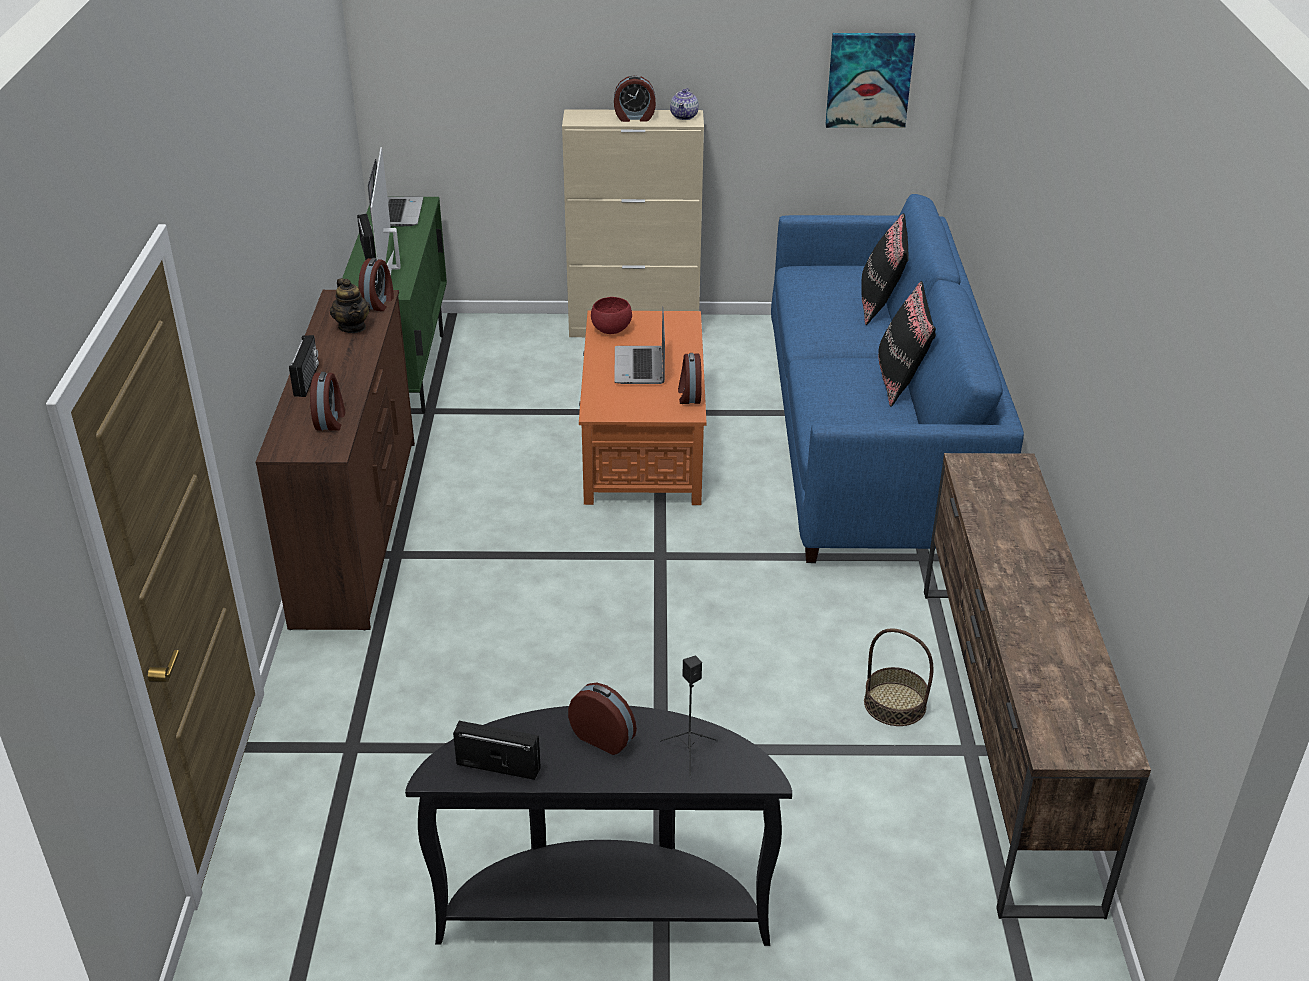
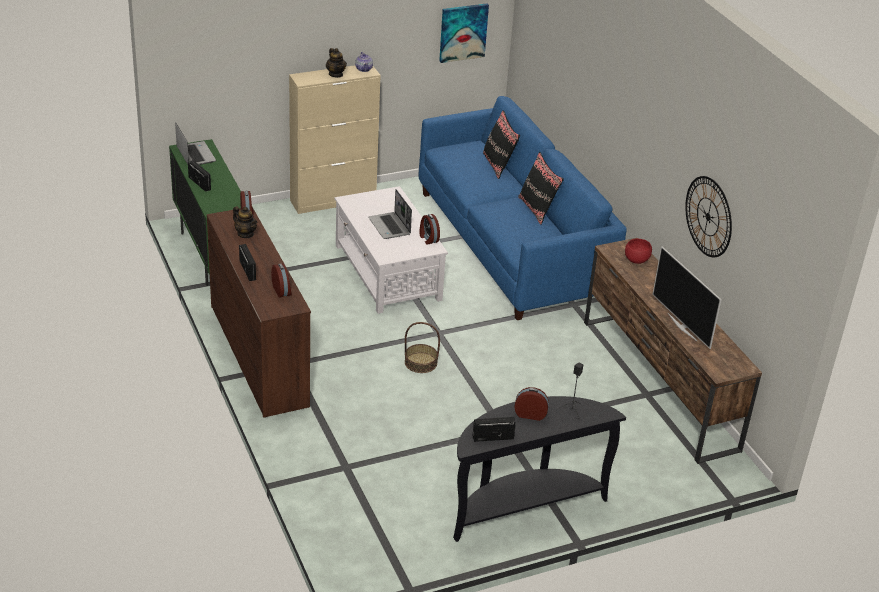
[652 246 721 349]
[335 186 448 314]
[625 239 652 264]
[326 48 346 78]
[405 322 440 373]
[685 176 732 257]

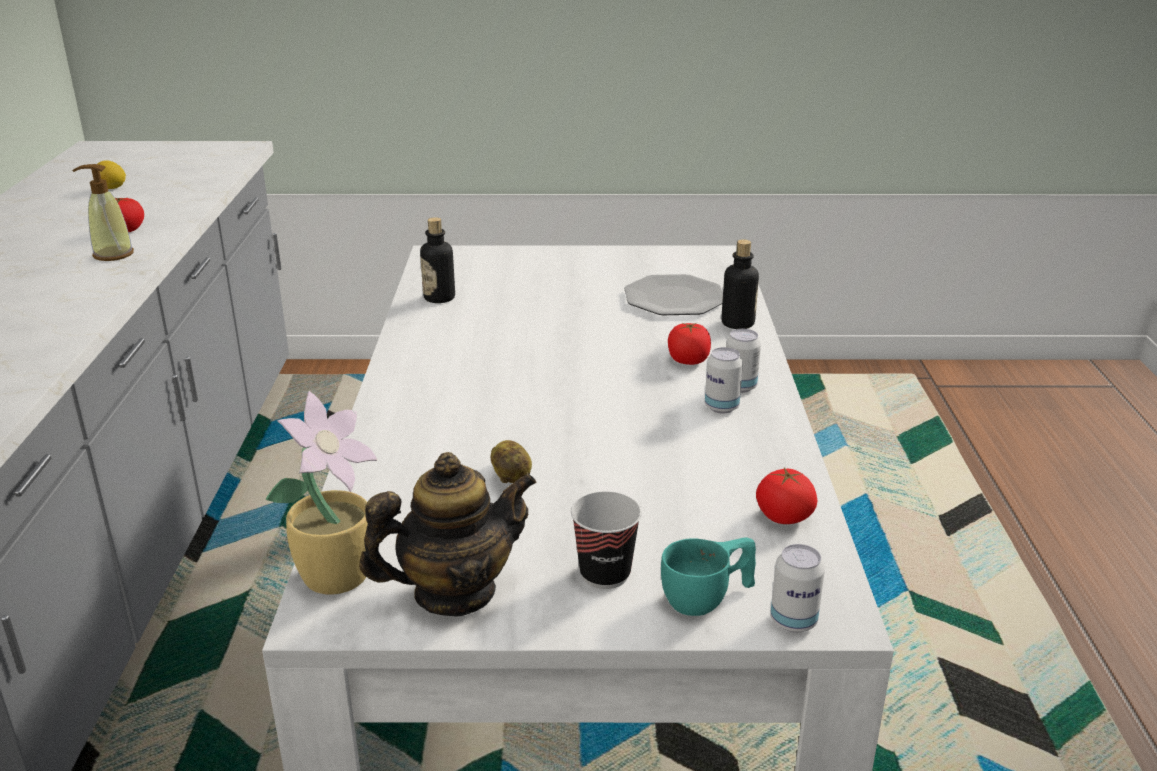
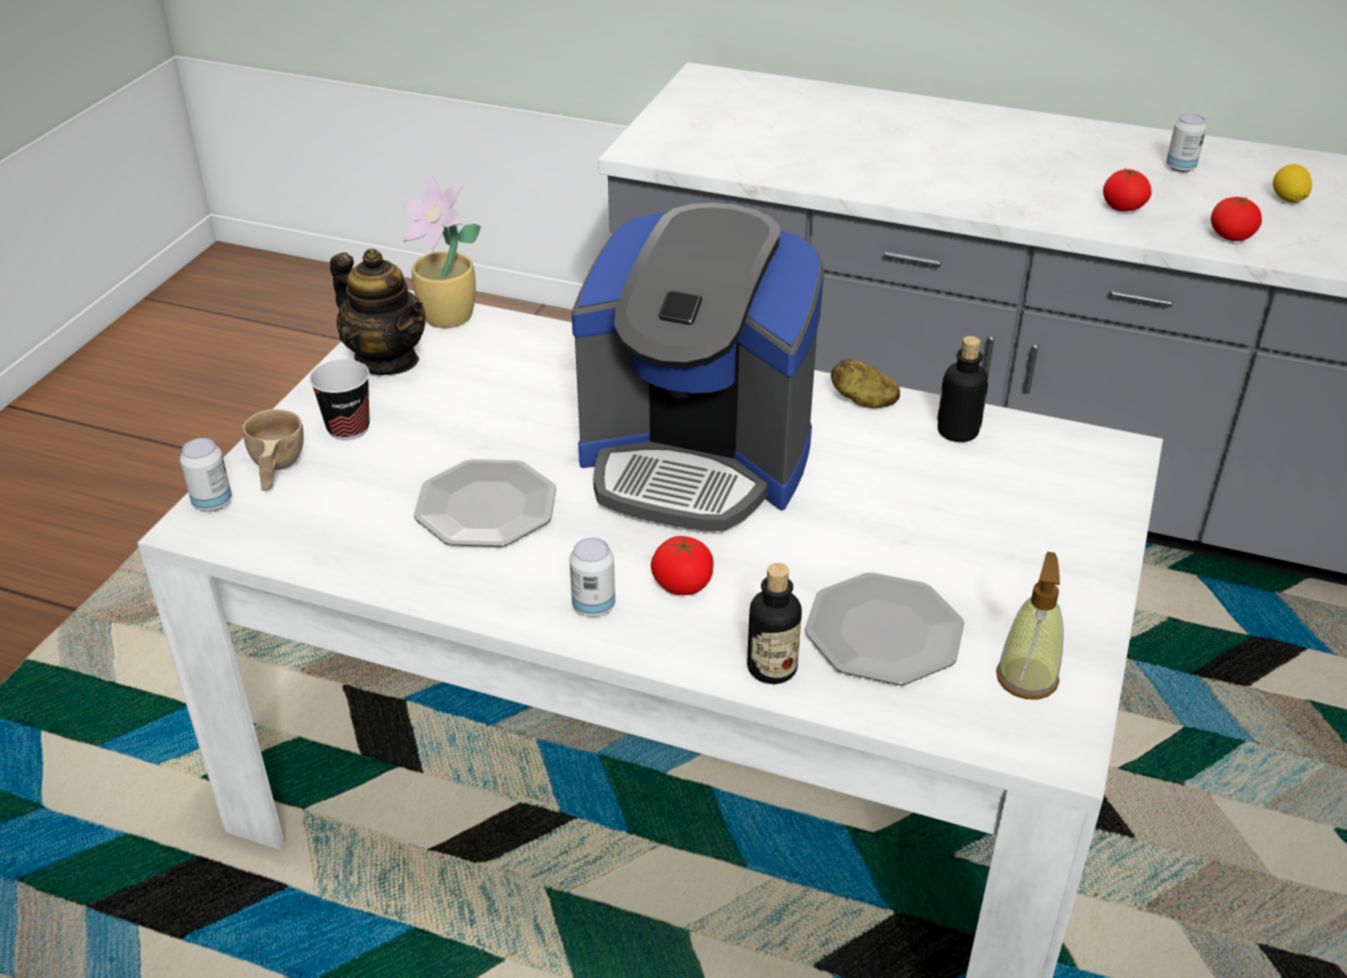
[996 552 1063 700]
[330 249 426 375]
[831 359 900 408]
[243 409 304 491]
[1166 114 1206 172]
[1211 197 1262 241]
[414 459 556 547]
[572 203 824 532]

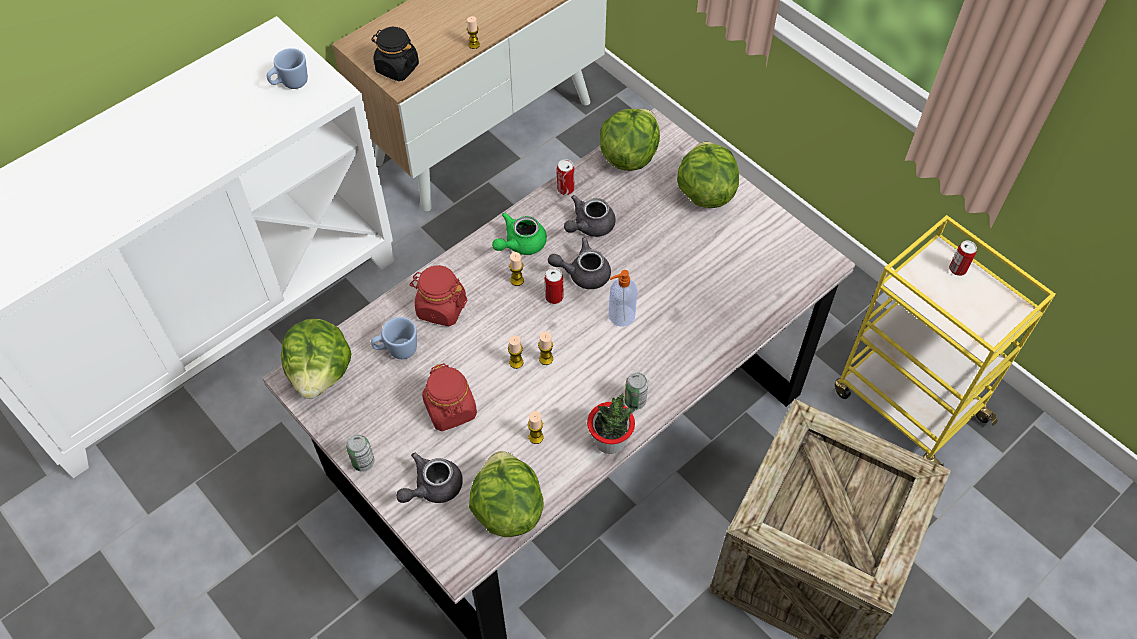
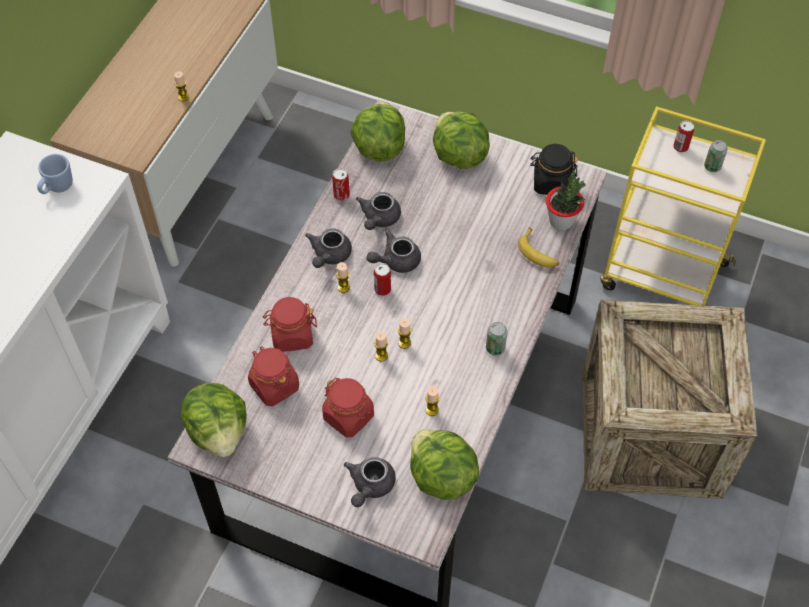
[704 140 728 172]
[530 144 578 195]
[248 346 299 406]
[305 228 352 268]
[546 171 586 230]
[609 270 637 327] (first image)
[518 227 559 268]

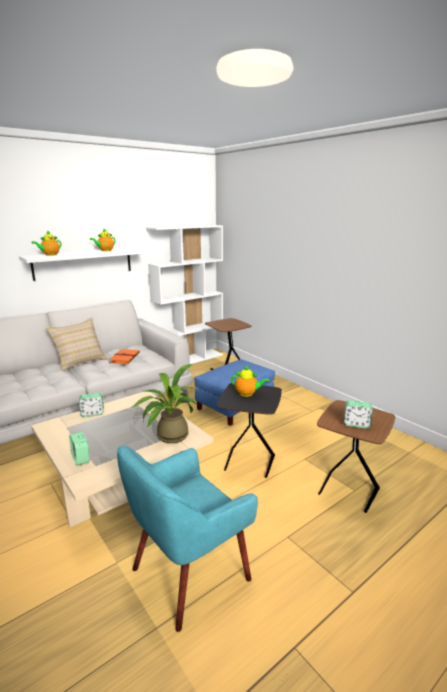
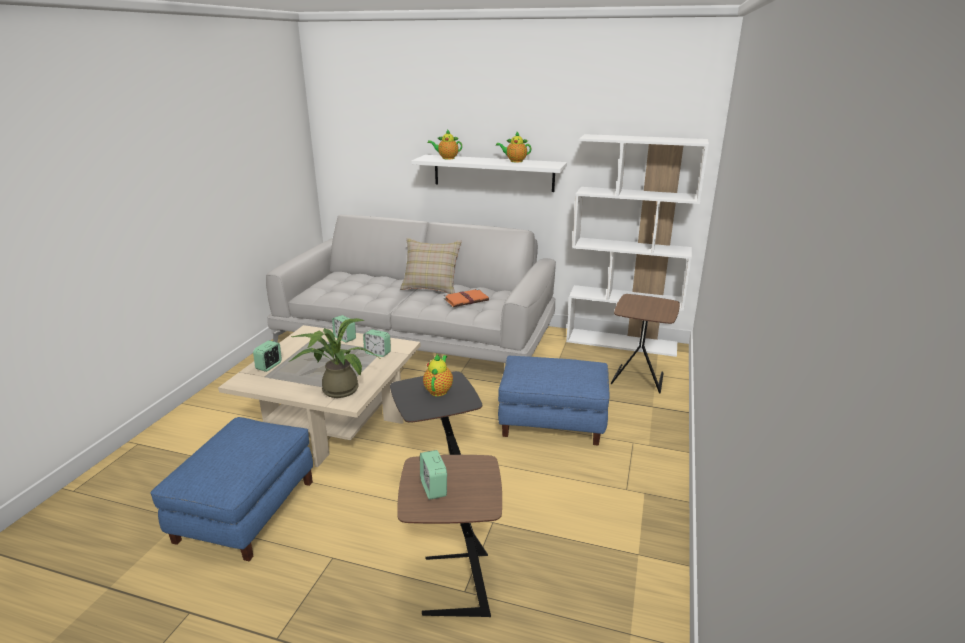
[150 417 313 561]
[423 353 453 396]
[363 329 391 357]

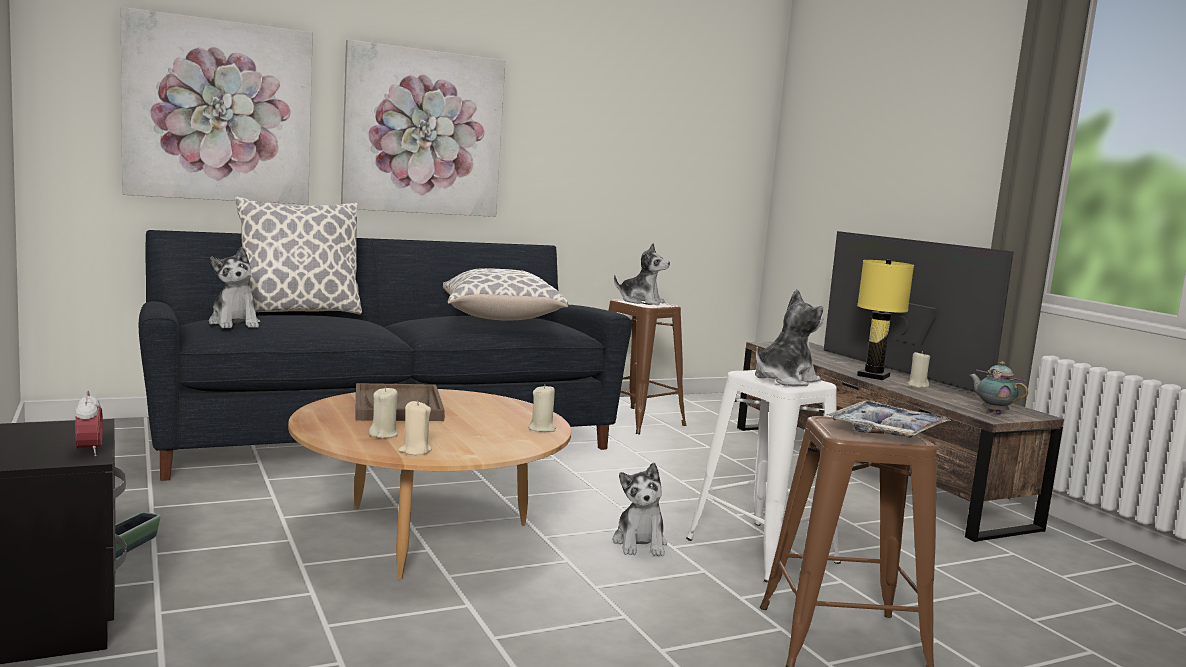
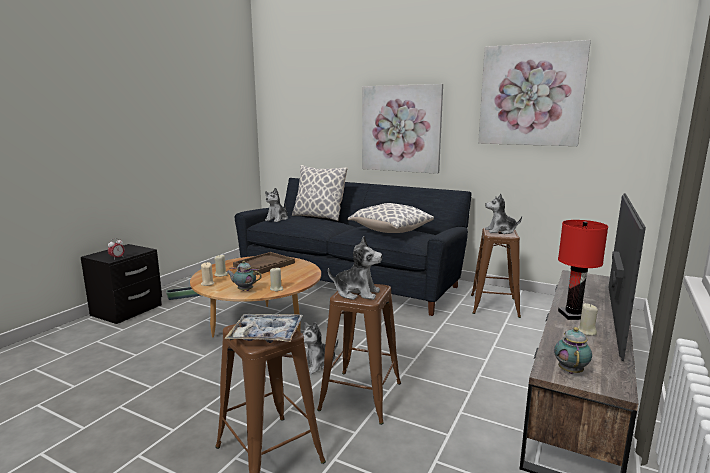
[478 40 591 146]
[485 194 522 234]
[317 284 401 425]
[558 220 608 320]
[227 261 262 291]

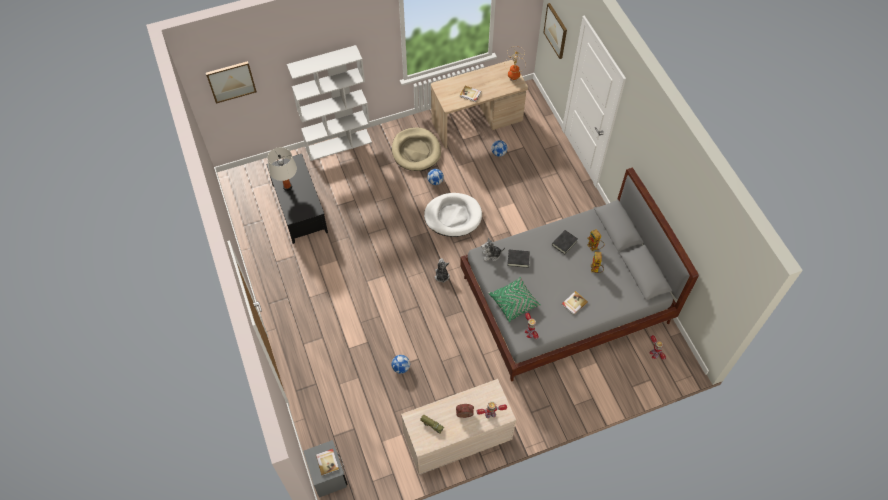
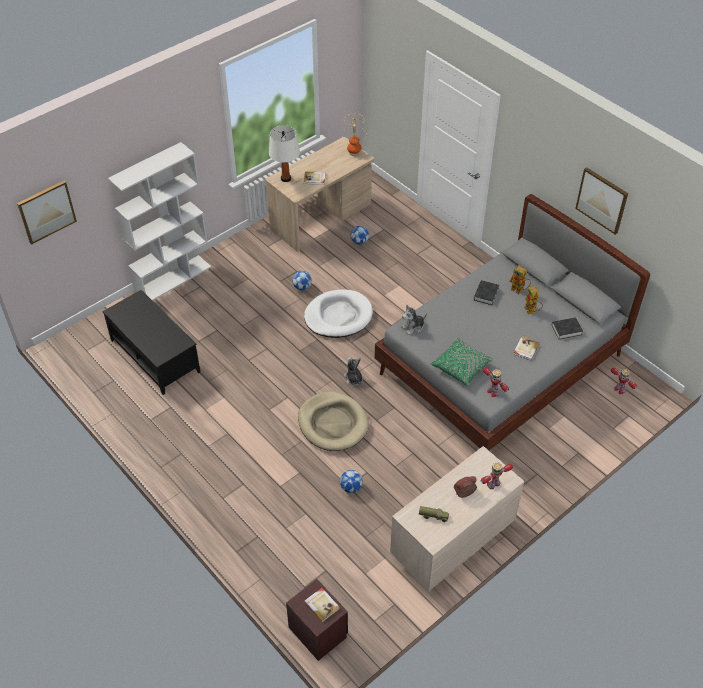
[269 125 300 182]
[286 579 348 661]
[298 392 369 451]
[552 317 583 340]
[575 167 628 235]

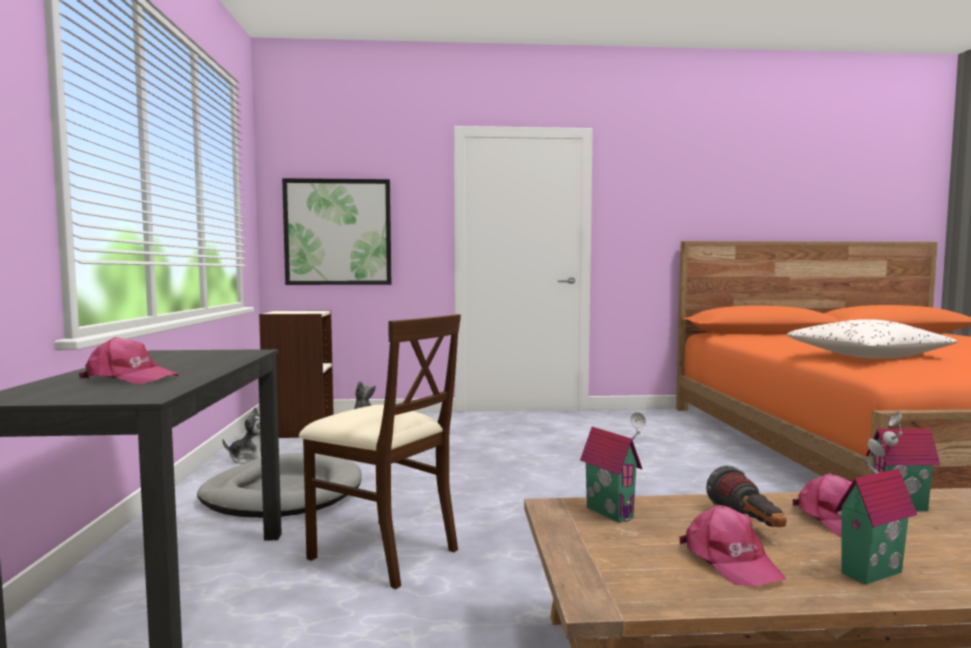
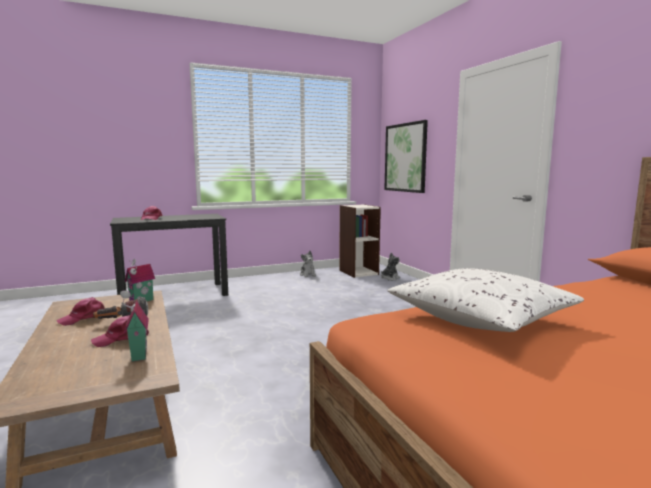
[197 453 362 518] (first image)
[299 314 461 589] (first image)
[833 438 917 585] (first image)

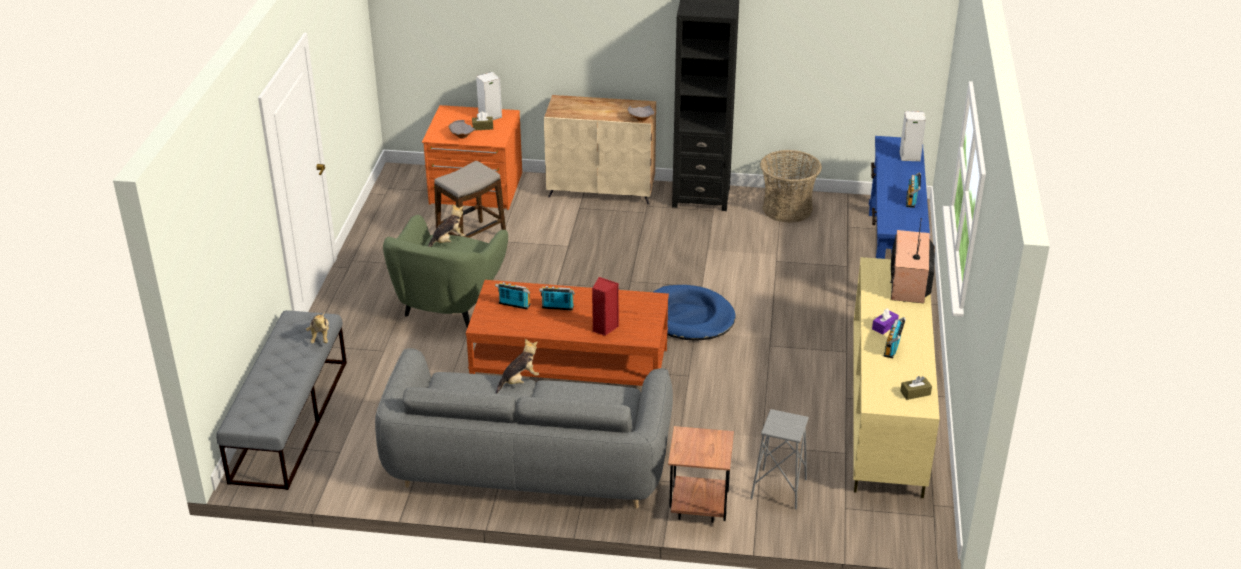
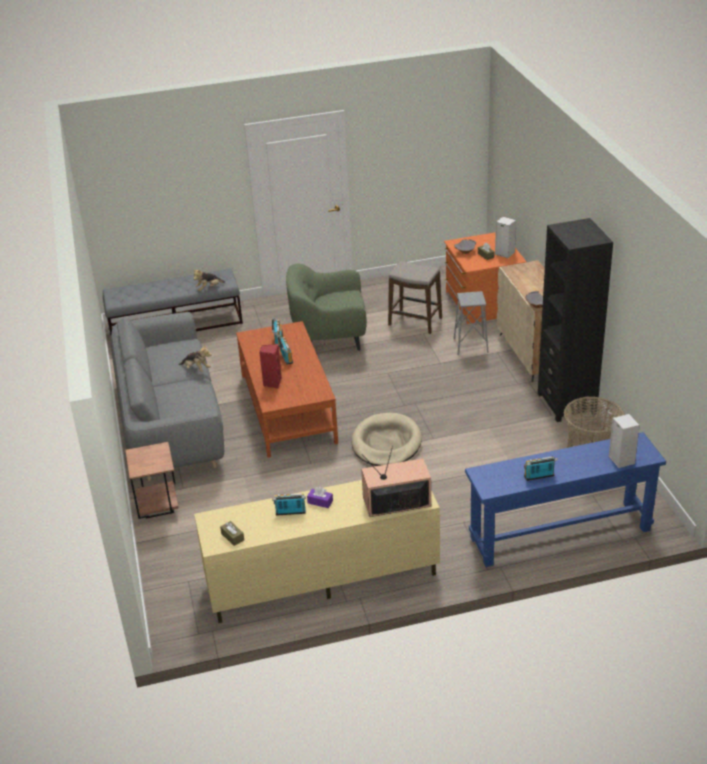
[428 204 465 247] (first image)
[351 413 422 466]
[454 291 489 355]

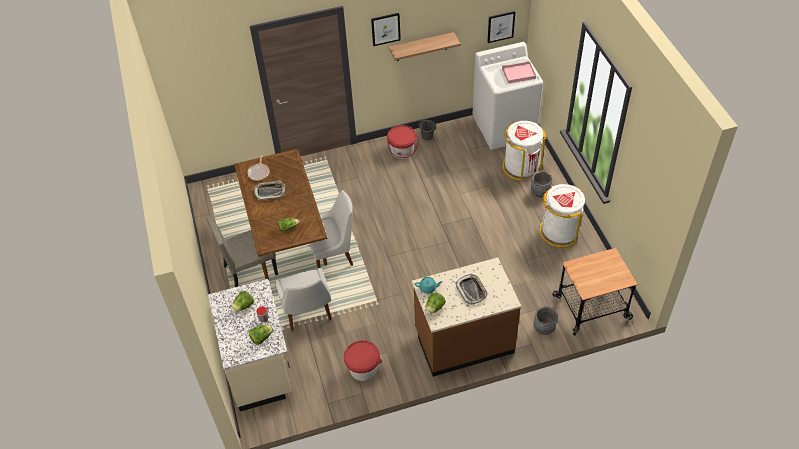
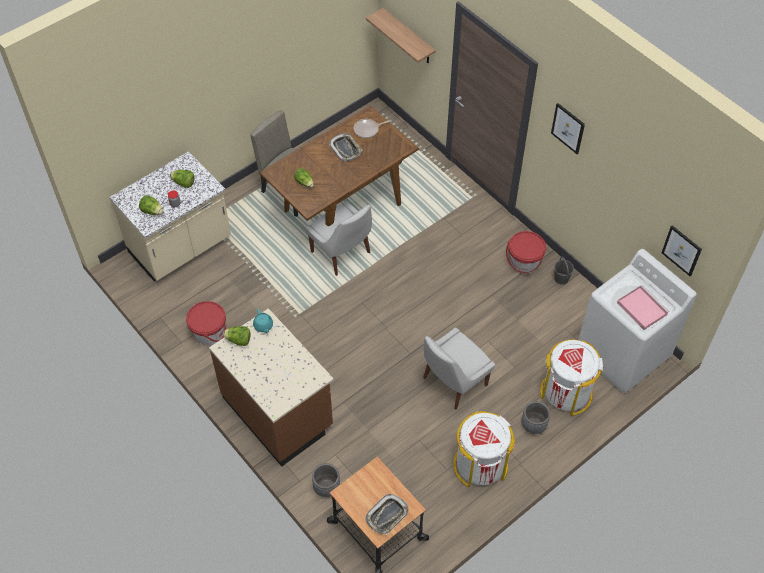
[423 327 495 410]
[366 8 435 63]
[365 494 409 535]

